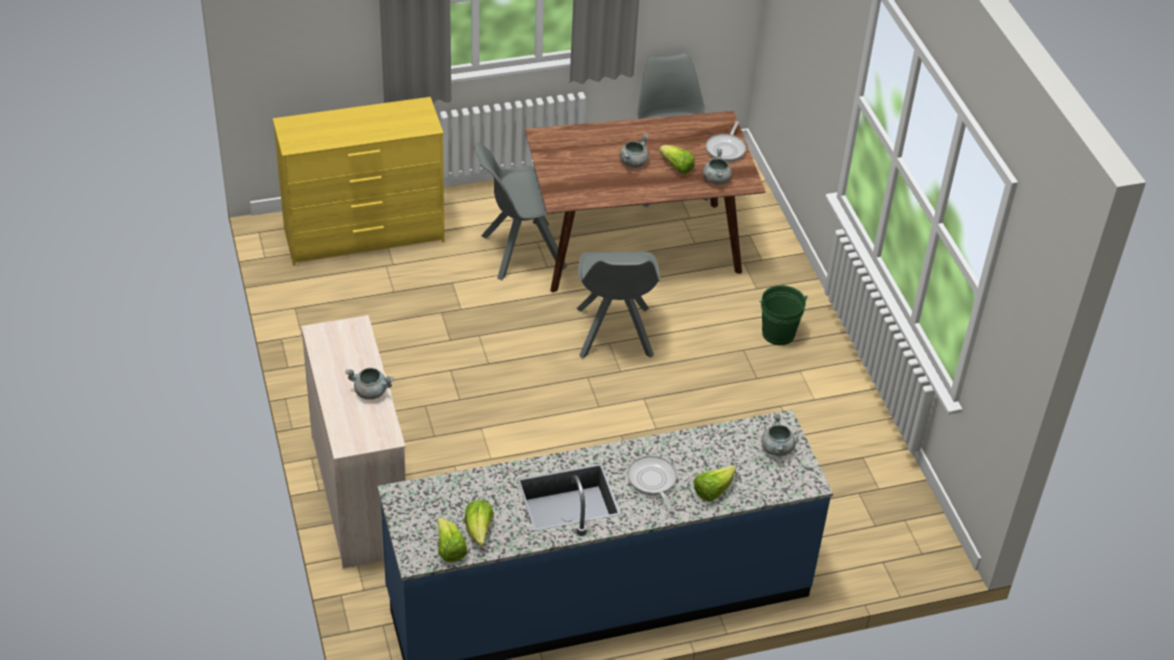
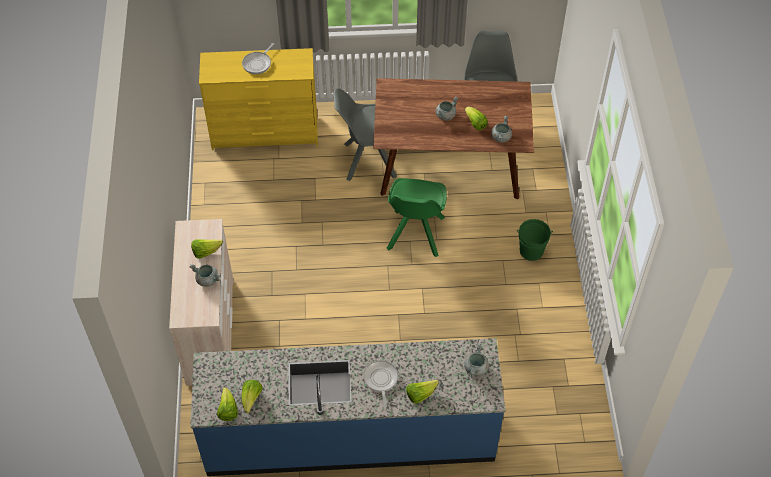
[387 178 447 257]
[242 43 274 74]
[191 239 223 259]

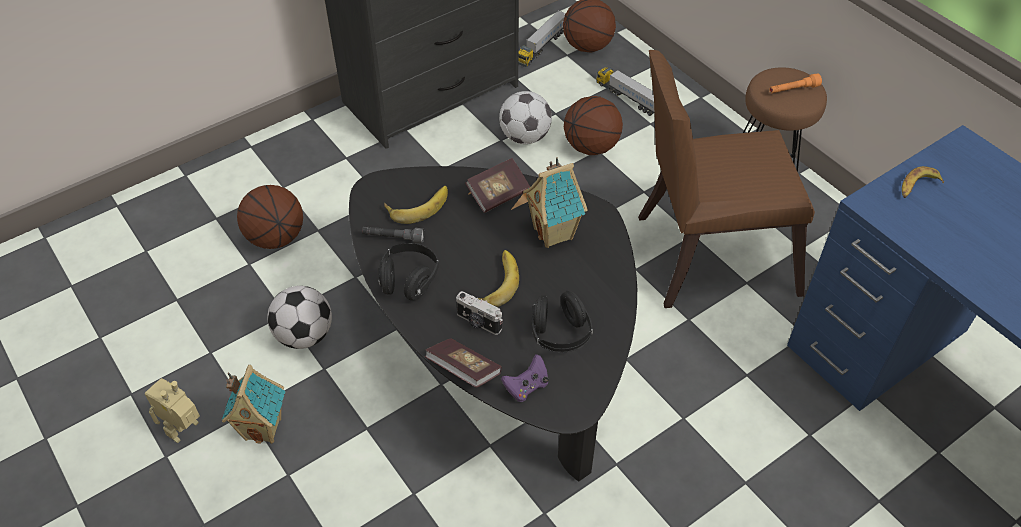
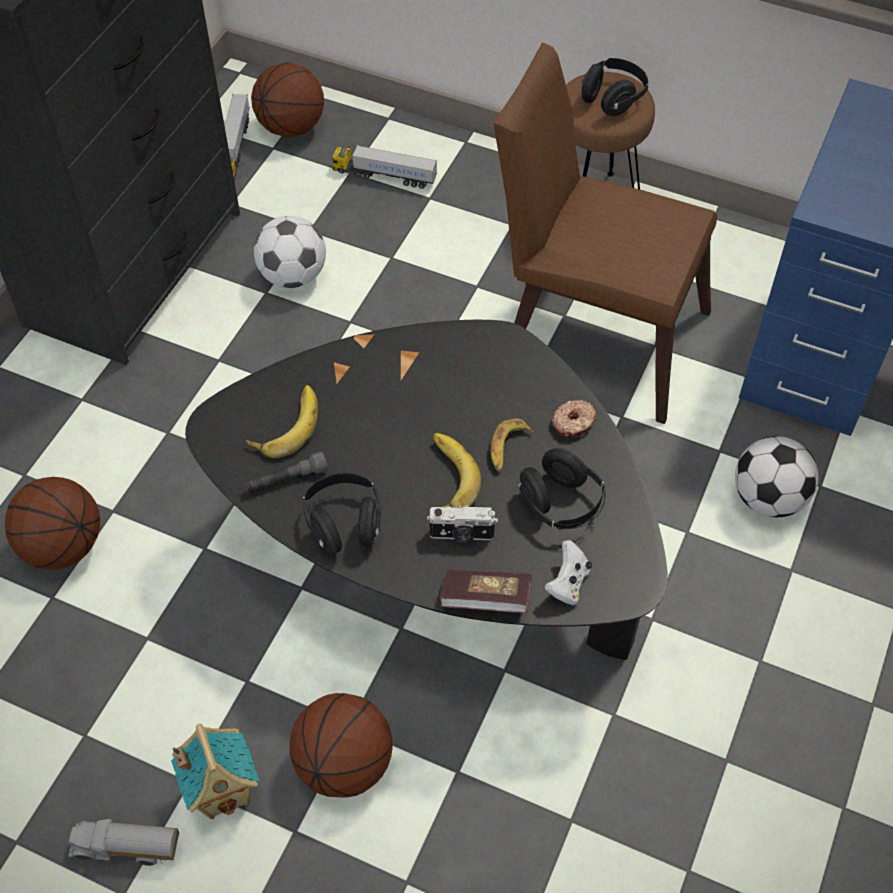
[69 819 179 866]
[735 436 819 517]
[465 158 530 213] (first image)
[544 540 592 605]
[523 157 588 248] (first image)
[289 693 393 797]
[493 43 717 424]
[581 58 648 116]
[491 418 533 472]
[552 400 596 438]

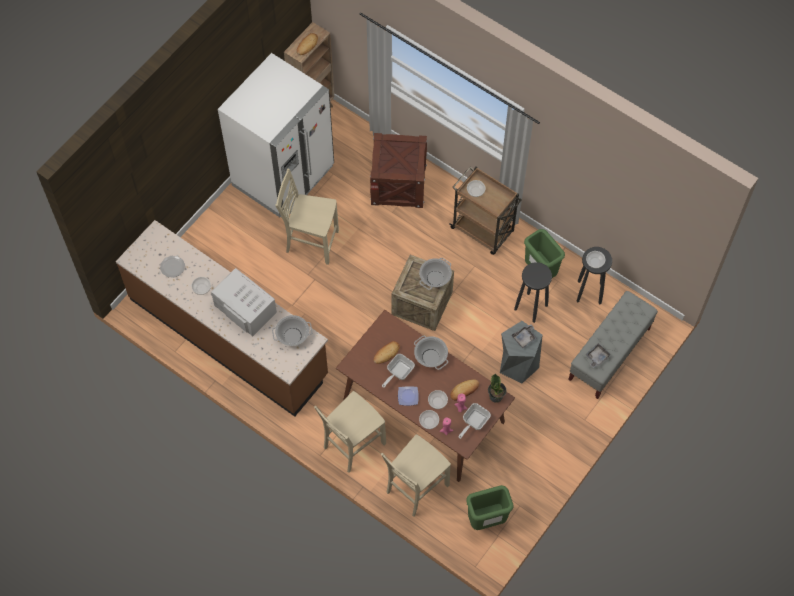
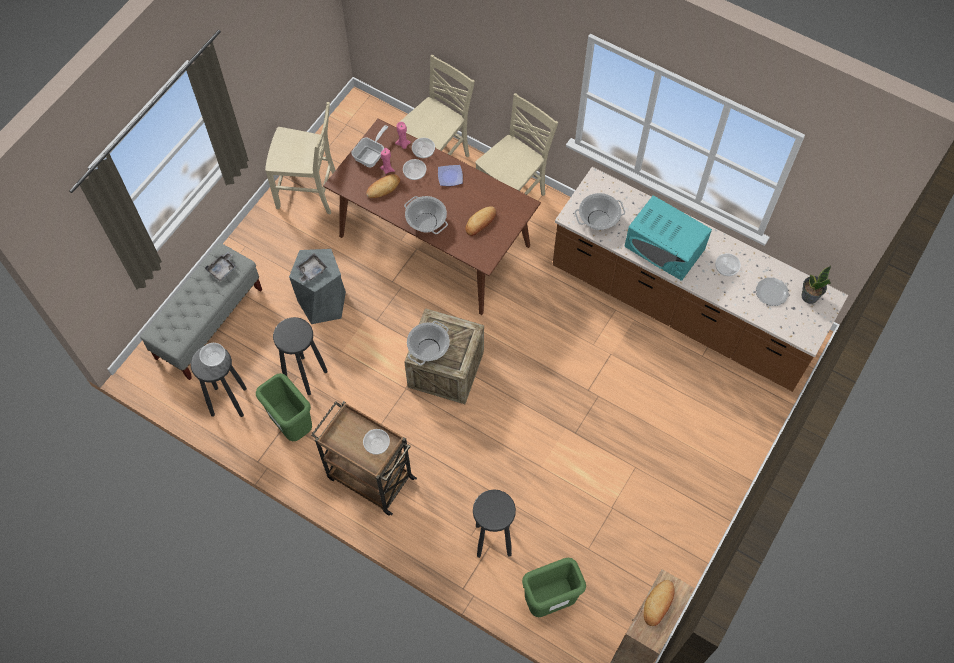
[624 195 712 281]
[218 53 334 217] (first image)
[265 102 336 214]
[473 489 516 558]
[382 354 415 388] (first image)
[522 558 586 617]
[802 266 831 304]

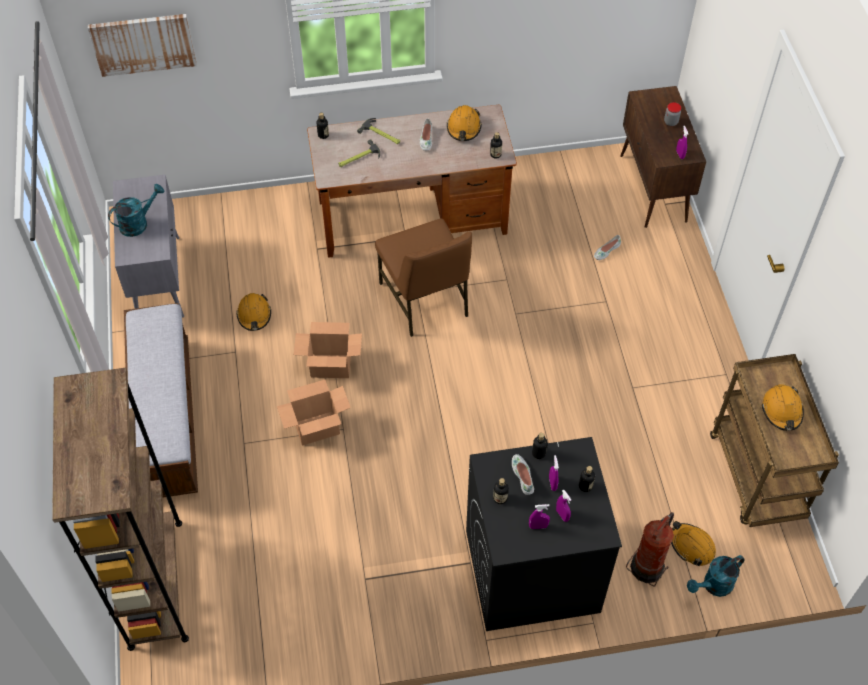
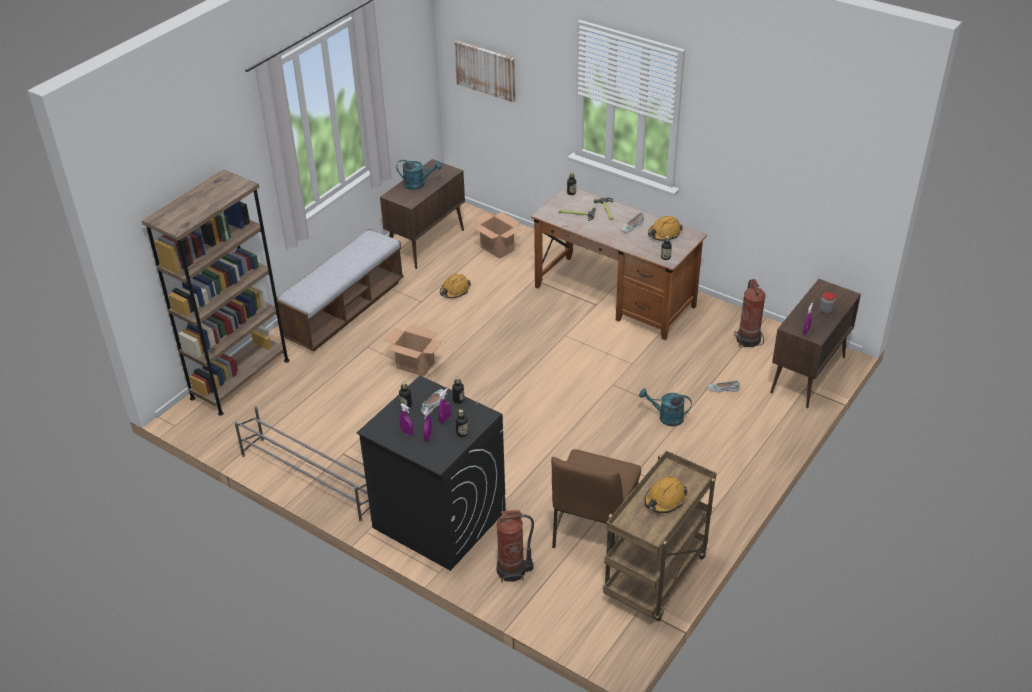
[380 159 465 269]
[473 212 520 259]
[551 449 641 549]
[671 521 716 566] (first image)
[639 388 692 427]
[235 406 370 522]
[734 279 766 347]

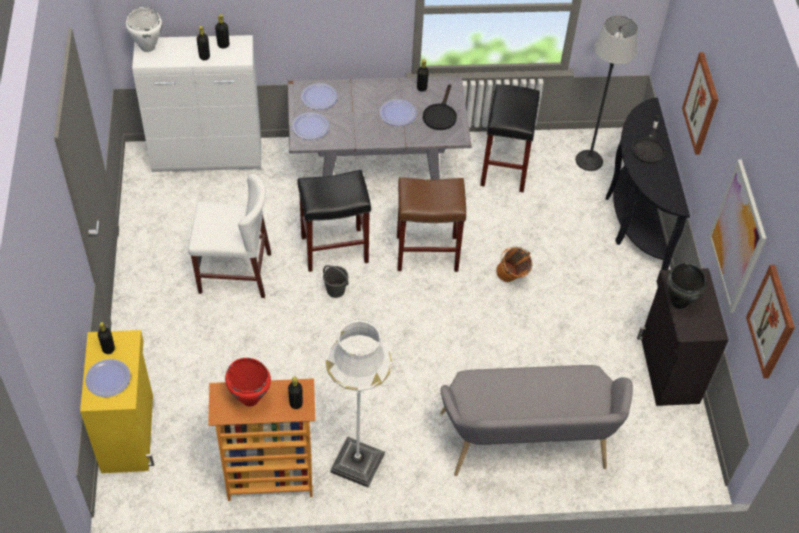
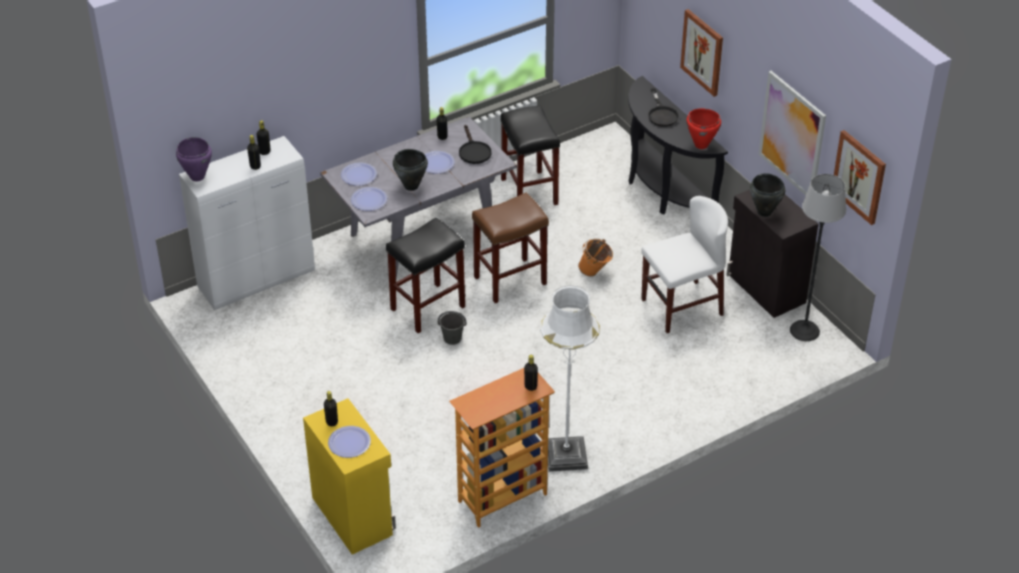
[176 137 212 181]
[641 196 728 333]
[686 108 721 149]
[440 365 633 476] (first image)
[790 174 846 341]
[393 149 428 191]

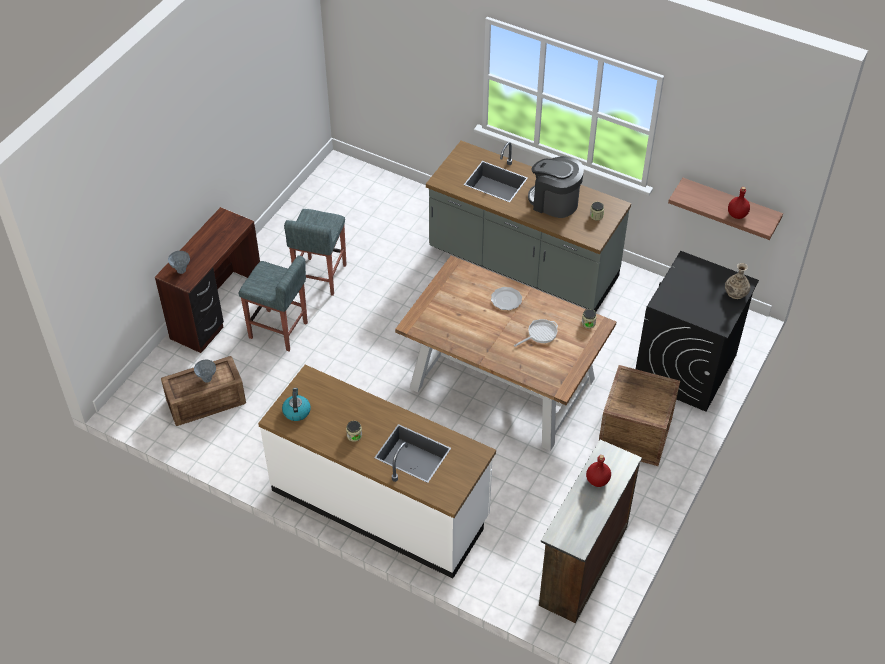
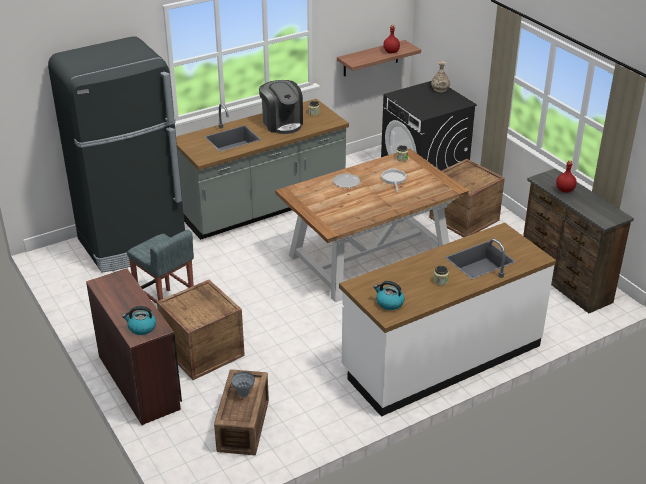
[122 306 156 335]
[157 280 245 380]
[259 80 303 134]
[48 36 185 272]

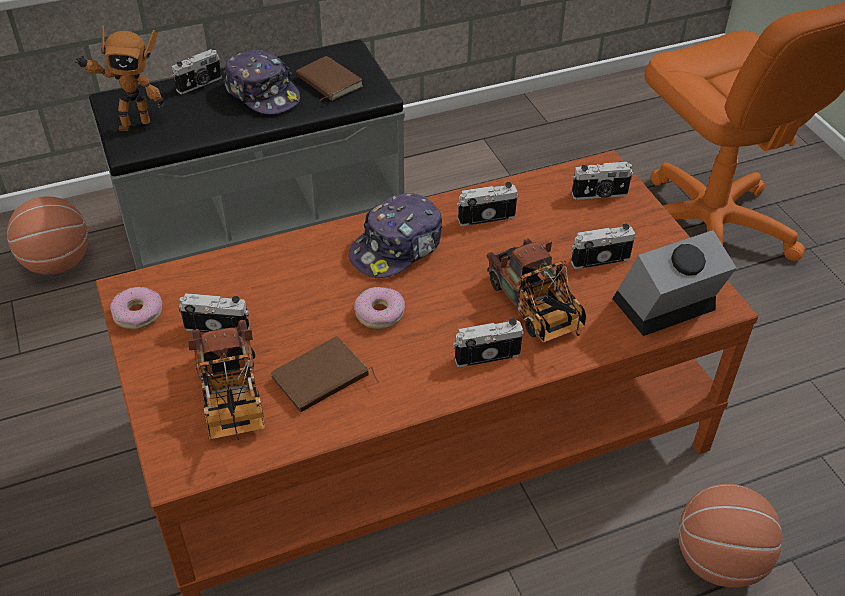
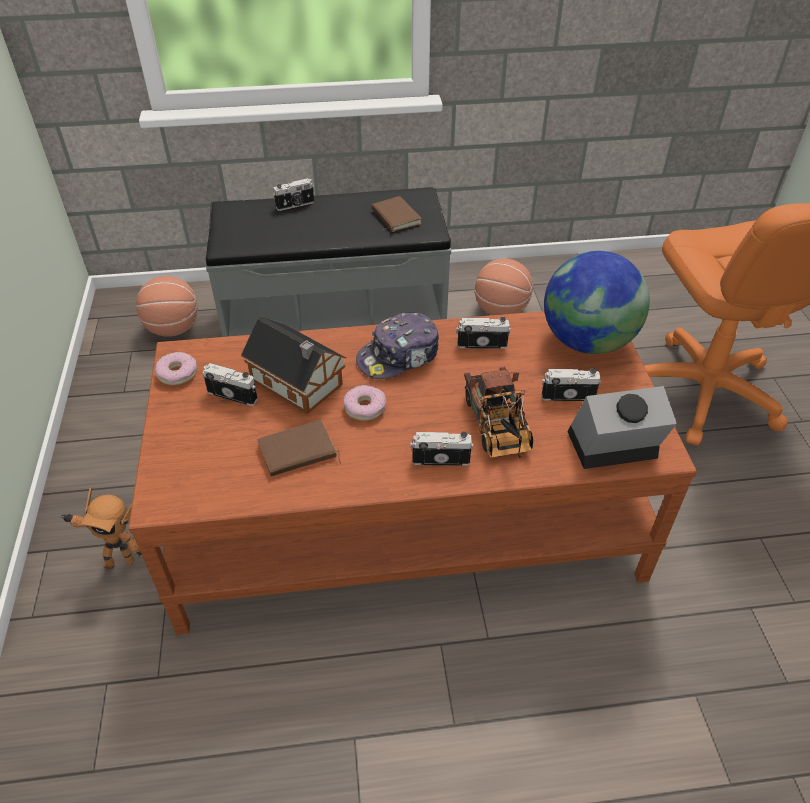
[60 488 142 569]
[189 320 265 440] (first image)
[224 50 300 115] (first image)
[544 251 650 354]
[475 258 533 315]
[241 316 346 414]

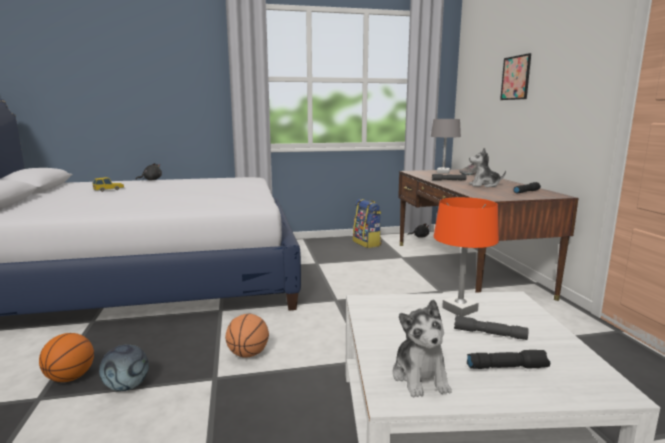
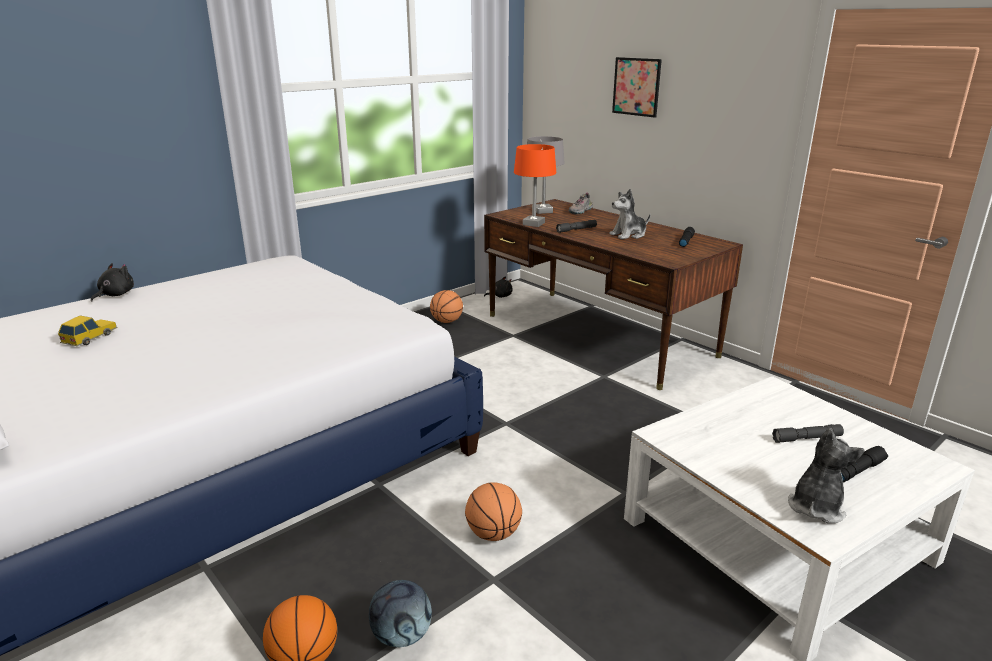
[430 290 463 323]
[788 428 865 524]
[514 144 556 227]

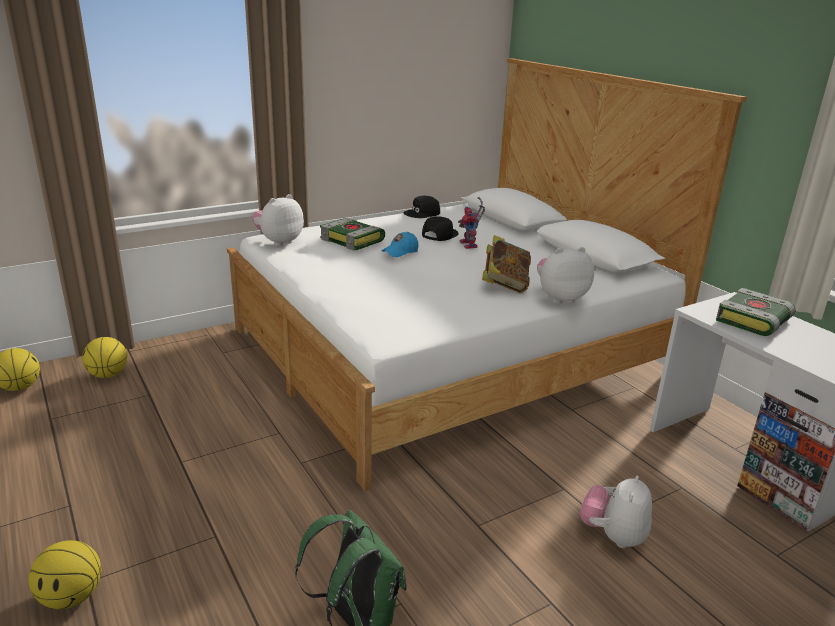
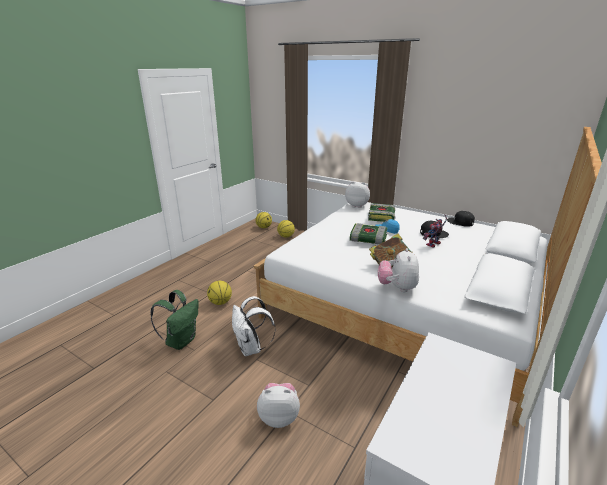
[207 281 232 305]
[378 248 419 292]
[350 223 388 245]
[232 296 276 356]

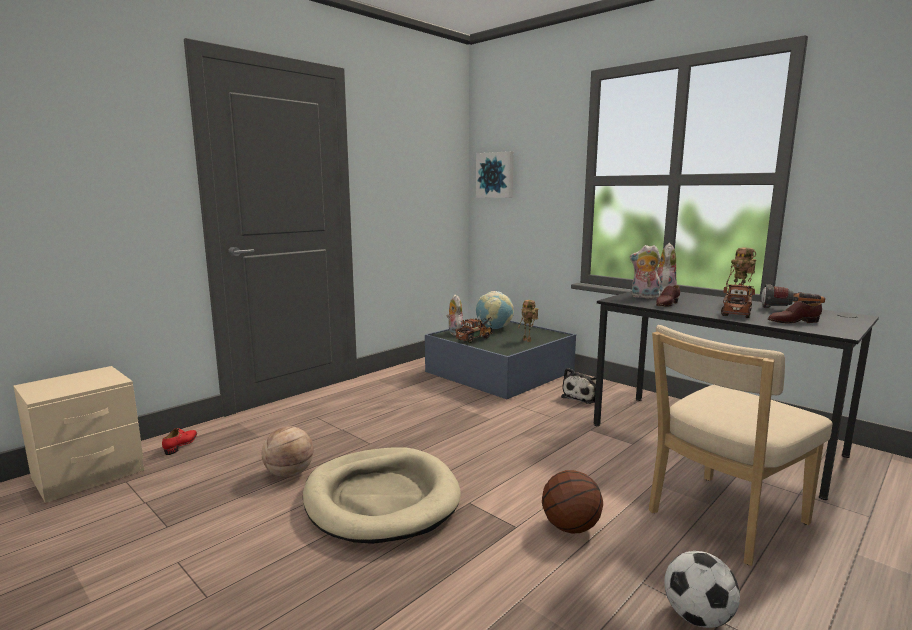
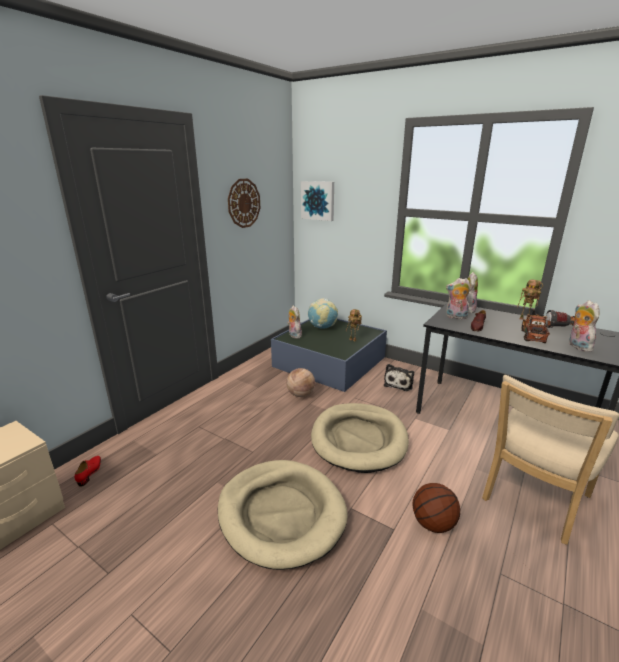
[286 368 315 397]
[455 317 492 343] (first image)
[664 551 740 628] (first image)
[569 300 600 352]
[228 179 260 228]
[311 403 409 473]

